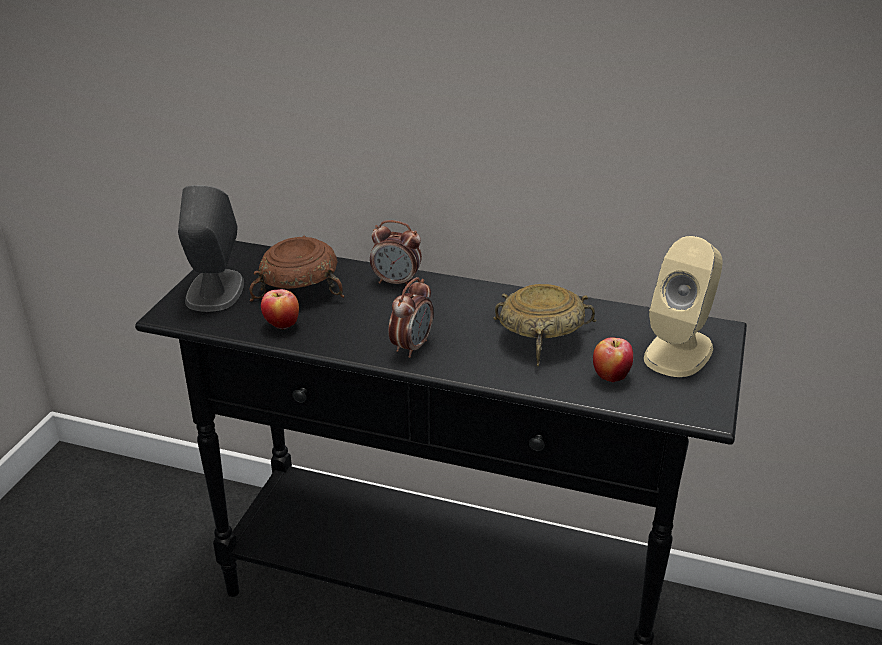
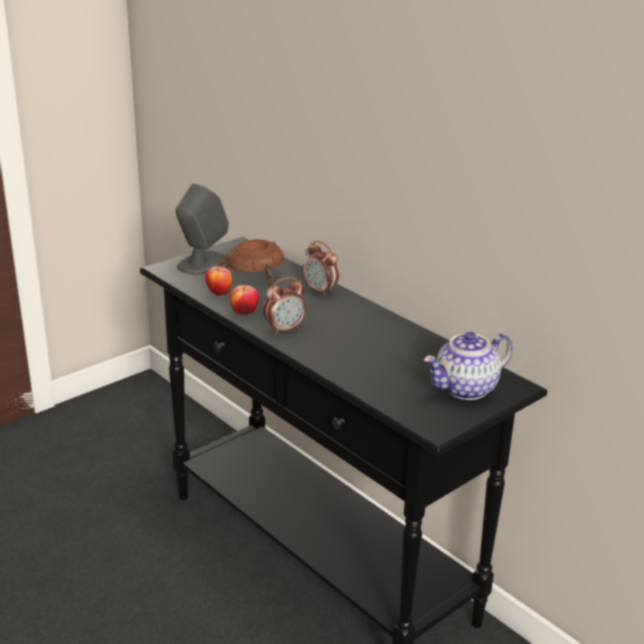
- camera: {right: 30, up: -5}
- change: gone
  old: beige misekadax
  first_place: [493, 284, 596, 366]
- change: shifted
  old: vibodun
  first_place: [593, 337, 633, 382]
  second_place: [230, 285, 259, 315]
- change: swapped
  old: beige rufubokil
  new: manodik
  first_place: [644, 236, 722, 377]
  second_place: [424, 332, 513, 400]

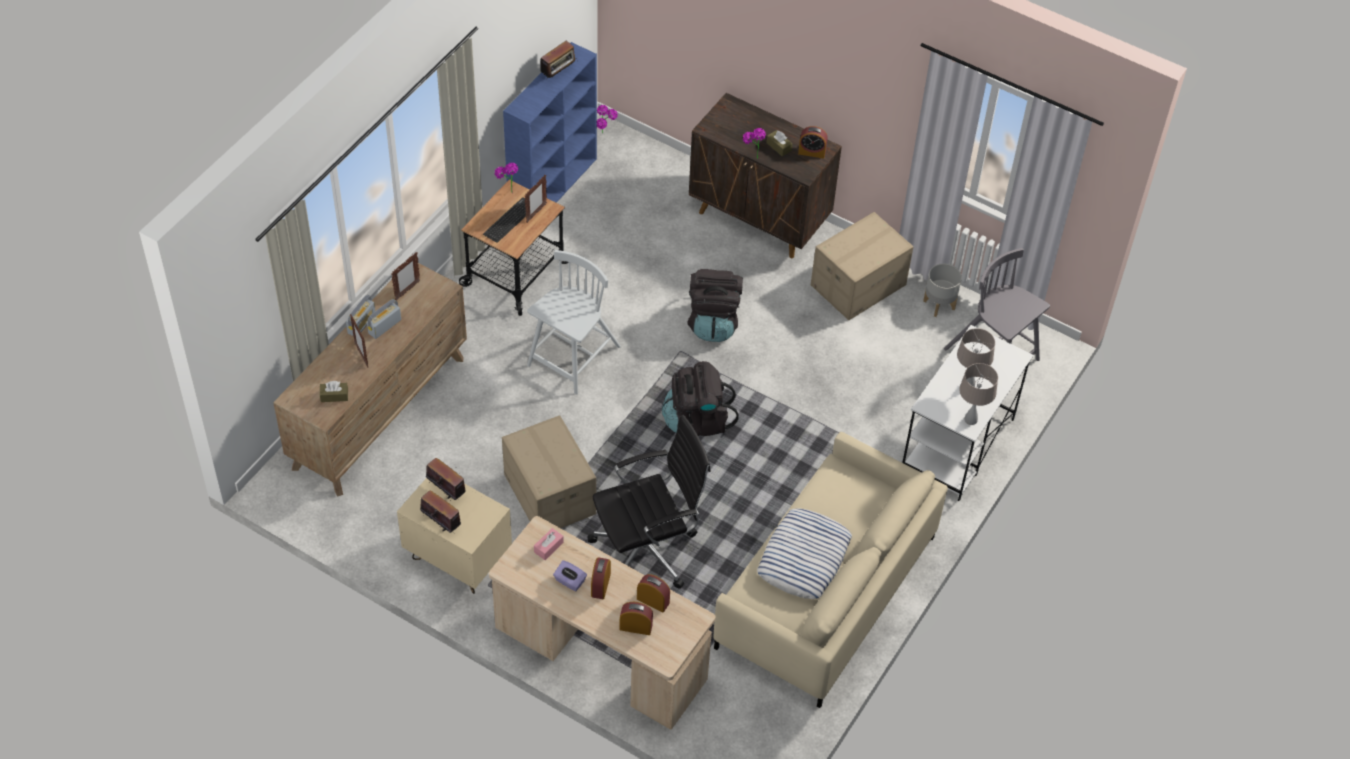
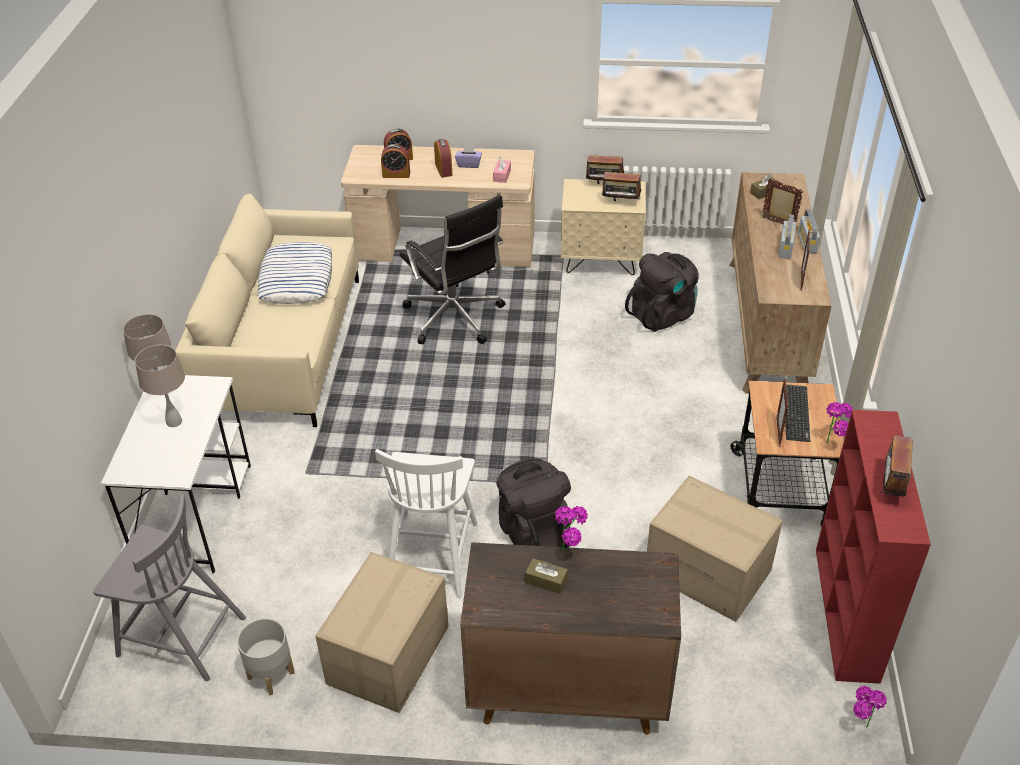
- camera: {right: 155, up: -10}
- change: gone
  old: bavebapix
  first_place: [798, 126, 828, 159]
- change: shifted
  old: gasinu
  first_place: [502, 415, 596, 528]
  second_place: [647, 476, 783, 622]
- change: shifted
  old: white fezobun
  first_place: [527, 250, 621, 395]
  second_place: [375, 449, 477, 598]
- change: shifted
  old: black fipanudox
  first_place: [662, 361, 739, 436]
  second_place: [625, 252, 699, 332]
- change: repainted
  old: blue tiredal
  new: red tiredal
  first_place: [503, 42, 597, 203]
  second_place: [816, 410, 931, 684]
- change: rotated
  old: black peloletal
  first_place: [588, 415, 711, 589]
  second_place: [400, 195, 506, 344]
  degrees: -75

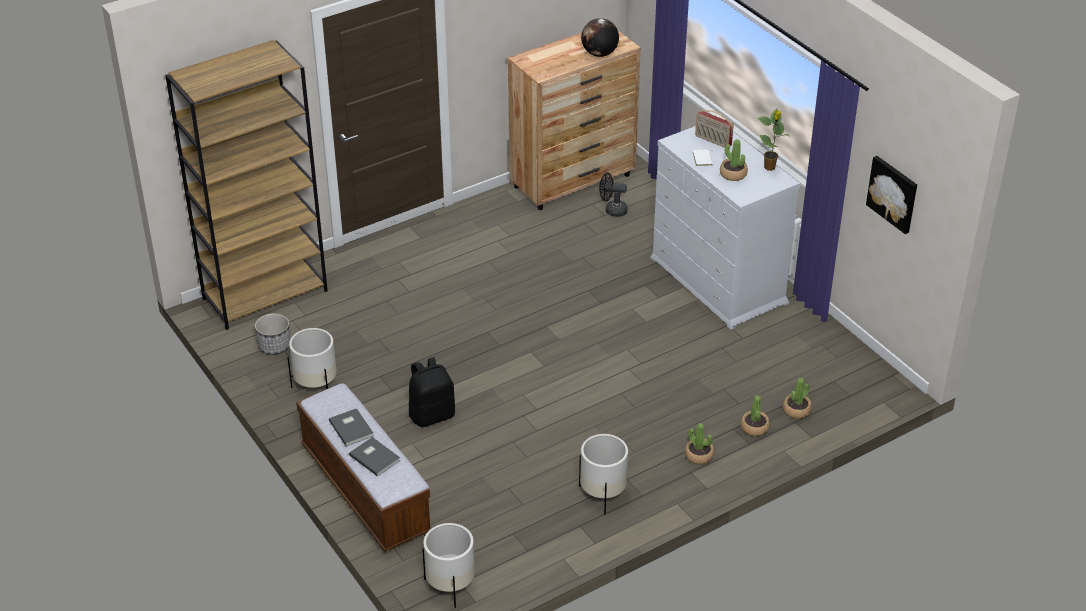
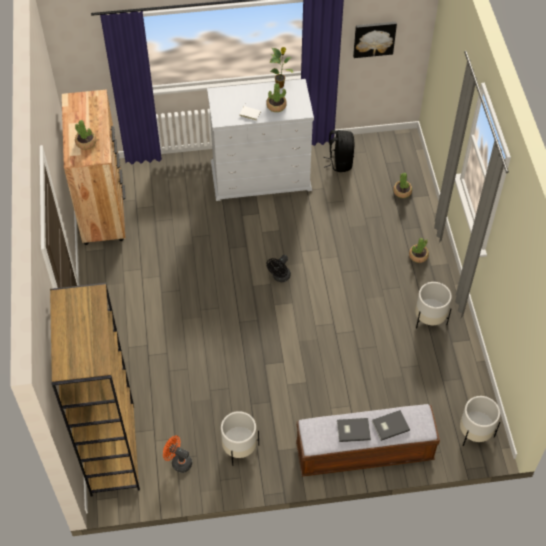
- camera: {right: -65, up: 15}
- change: gone
  old: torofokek
  first_place: [581, 18, 619, 57]
- change: gone
  old: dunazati
  first_place: [695, 110, 734, 148]
- change: shifted
  old: black fipanudox
  first_place: [409, 357, 455, 427]
  second_place: [323, 130, 355, 172]
- change: shifted
  old: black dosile
  first_place: [599, 172, 628, 217]
  second_place: [266, 255, 291, 282]
- change: shifted
  old: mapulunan
  first_place: [741, 395, 770, 437]
  second_place: [75, 120, 96, 150]
- change: swapped
  old: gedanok
  new: orange dosile
  first_place: [255, 313, 291, 355]
  second_place: [163, 435, 192, 473]

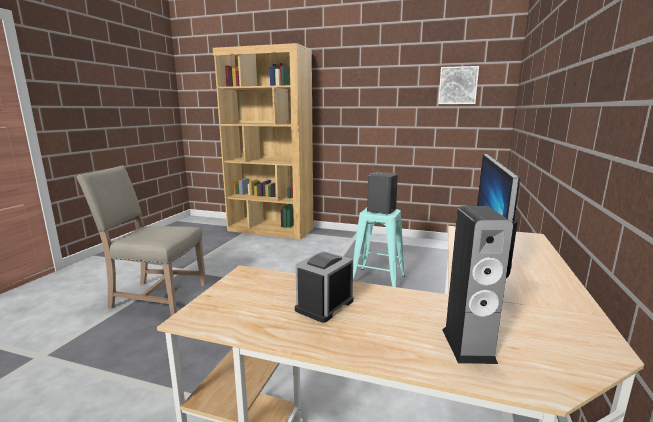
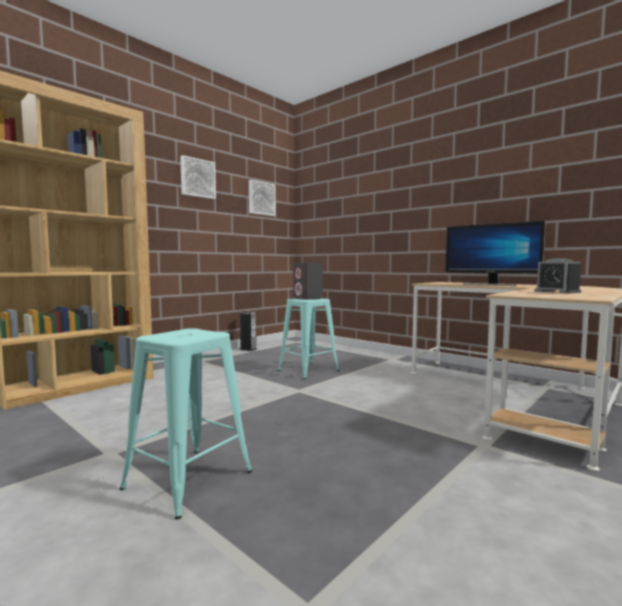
- camera: {right: -65, up: -10}
- change: new
  new: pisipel
  second_place: [180, 155, 216, 199]
- change: shifted
  old: rufubokil
  first_place: [442, 206, 513, 364]
  second_place: [240, 311, 257, 351]
- change: swapped
  old: beige fezobun
  new: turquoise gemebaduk
  first_place: [76, 165, 206, 316]
  second_place: [120, 328, 252, 519]

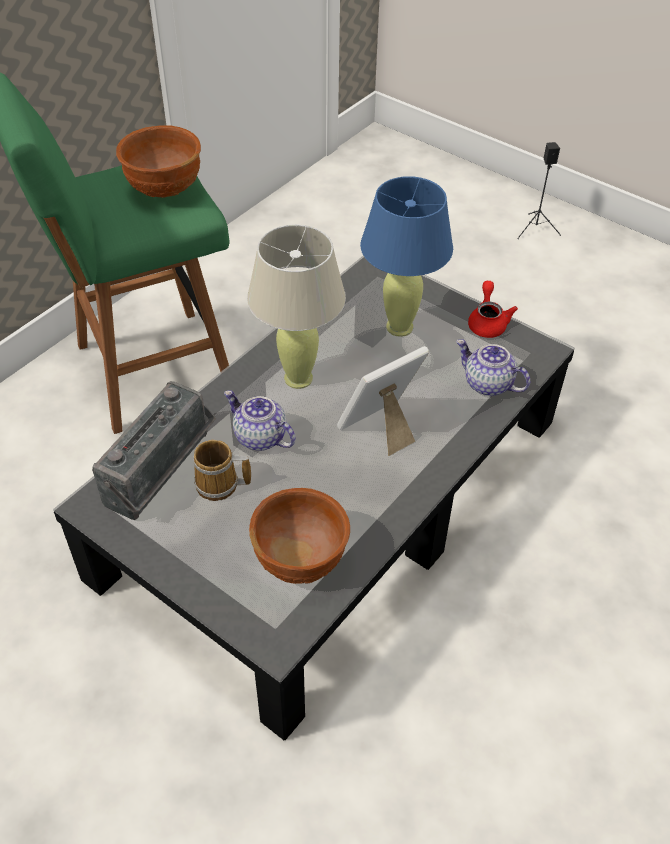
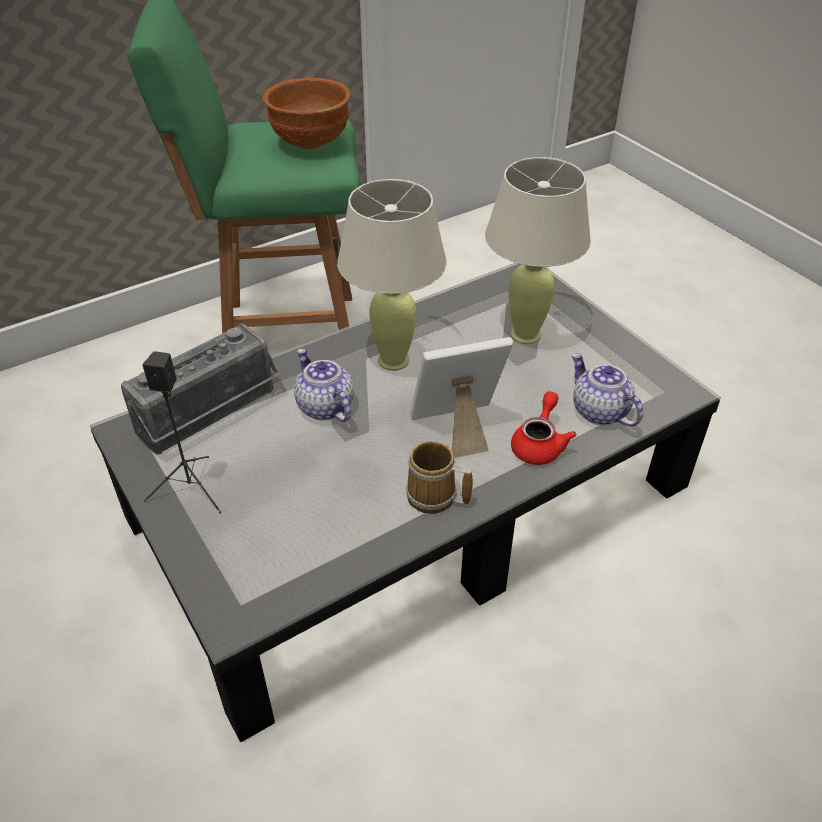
- camera: {right: 20, up: -5}
- change: gone
  old: brown misekadax
  first_place: [249, 488, 350, 584]
- change: shifted
  old: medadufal
  first_place: [193, 440, 251, 501]
  second_place: [406, 441, 473, 514]
- change: shifted
  old: red manodik
  first_place: [468, 281, 518, 338]
  second_place: [511, 391, 576, 465]
- change: shifted
  old: black rufubokil
  first_place: [517, 142, 561, 239]
  second_place: [142, 351, 222, 513]
- change: repainted
  old: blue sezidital
  new: beige sezidital
  first_place: [360, 176, 453, 337]
  second_place: [485, 157, 591, 344]

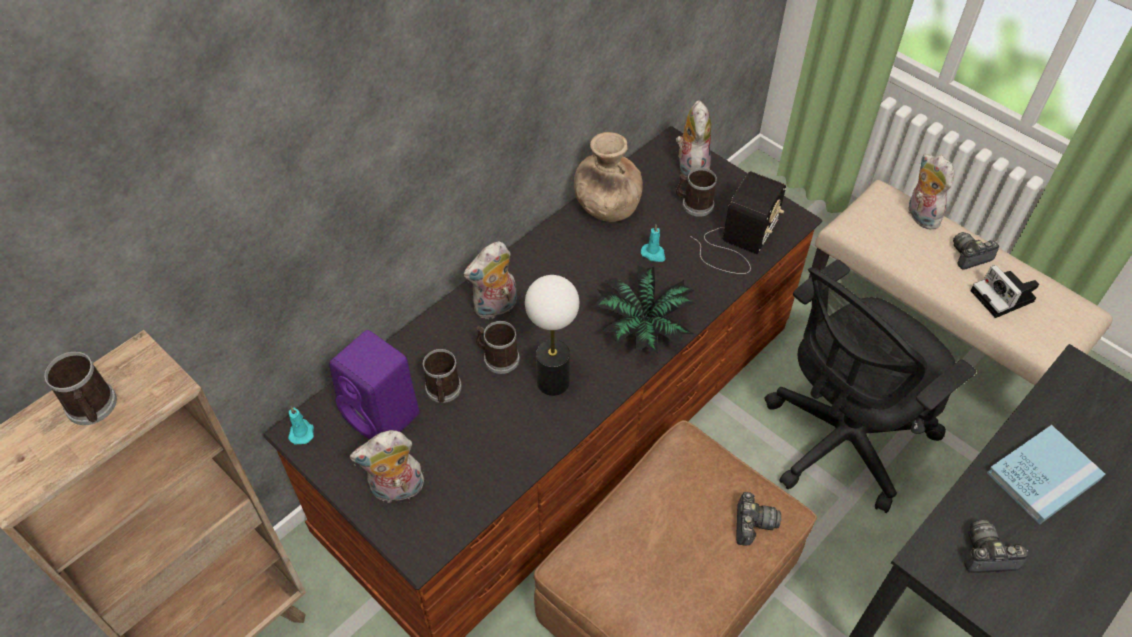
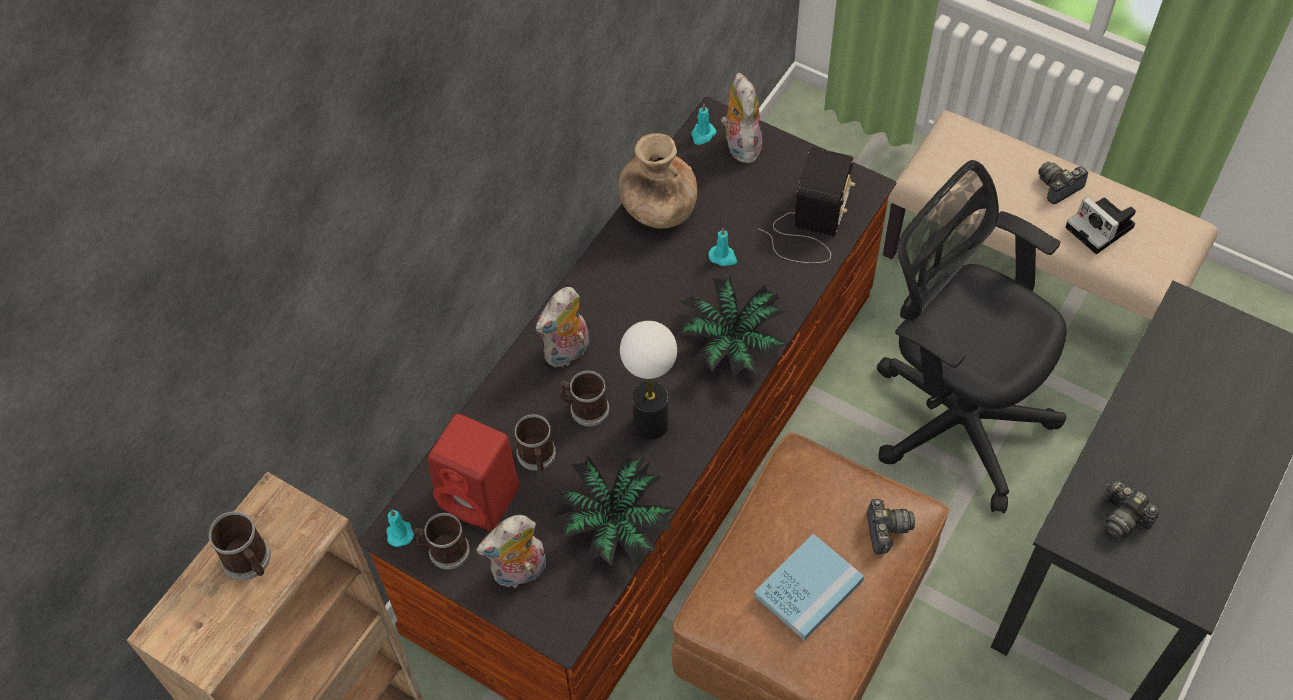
- camera: {right: -10, up: 5}
- change: gone
  old: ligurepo
  first_place: [908, 154, 954, 229]
- change: new
  new: mapulunan
  second_place: [548, 452, 676, 566]
- change: new
  new: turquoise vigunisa
  second_place: [691, 104, 716, 145]
- change: shifted
  old: medadufal
  first_place: [676, 168, 717, 217]
  second_place: [414, 513, 470, 570]
- change: shifted
  old: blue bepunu
  first_place: [987, 425, 1105, 525]
  second_place: [754, 534, 864, 641]
- change: repainted
  old: purple rufubokil
  new: red rufubokil
  first_place: [329, 330, 420, 439]
  second_place: [428, 414, 520, 531]
- change: rotated
  old: black peloletal
  first_place: [765, 260, 976, 513]
  second_place: [877, 160, 1066, 513]
  degrees: 90
- change: rotated
  old: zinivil
  first_place: [964, 520, 1028, 573]
  second_place: [1103, 480, 1159, 540]
  degrees: -120

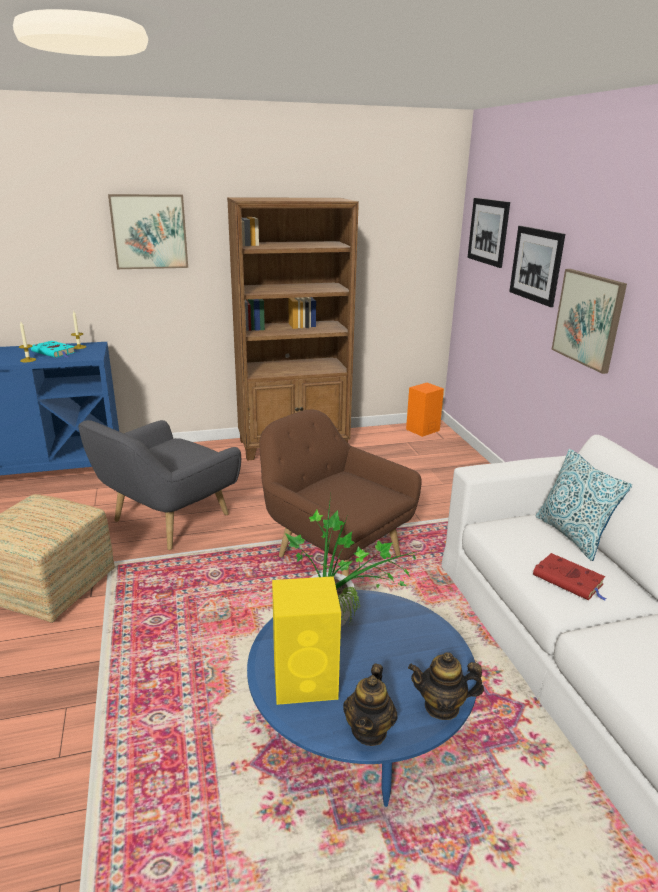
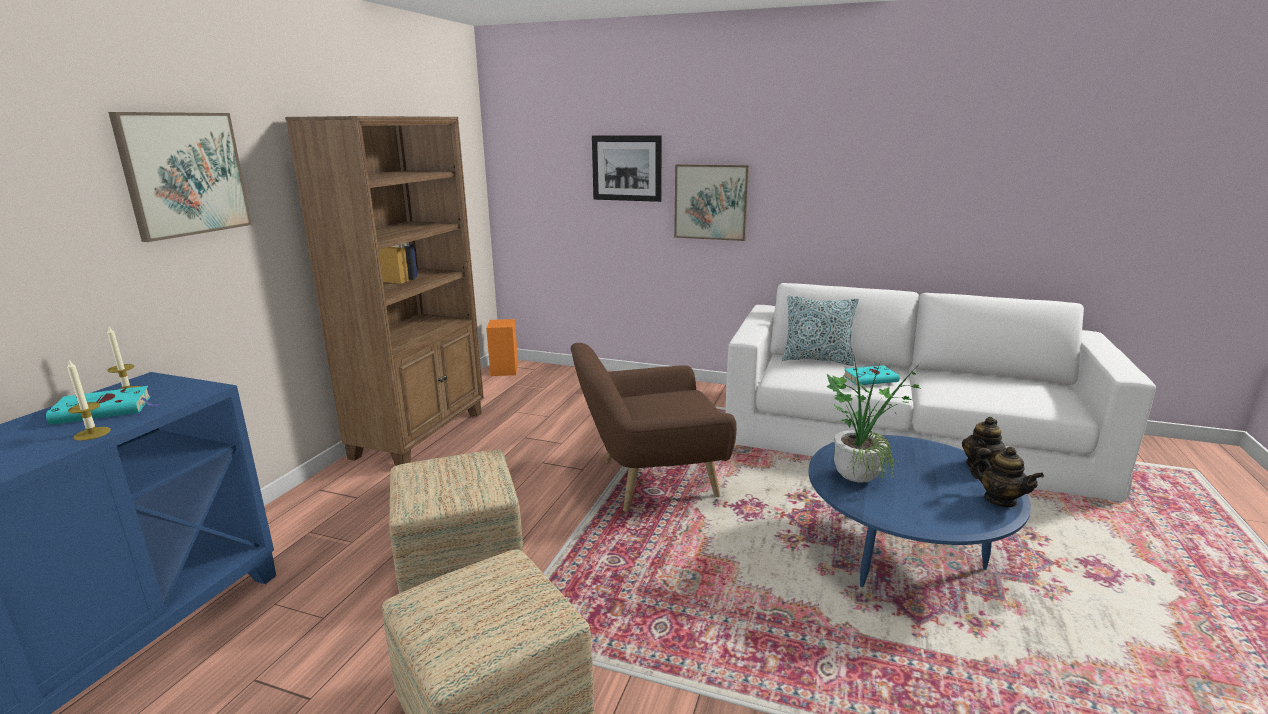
- camera: {right: -55, up: -5}
- change: gone
  old: yellow rufubokil
  first_place: [272, 576, 341, 705]
- change: gone
  old: pisipel
  first_place: [467, 198, 510, 268]
- change: swapped
  old: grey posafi
  new: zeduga
  first_place: [78, 420, 241, 550]
  second_place: [389, 450, 524, 594]
- change: repainted
  old: red bepunu
  new: turquoise bepunu
  first_place: [533, 553, 607, 601]
  second_place: [843, 365, 900, 386]

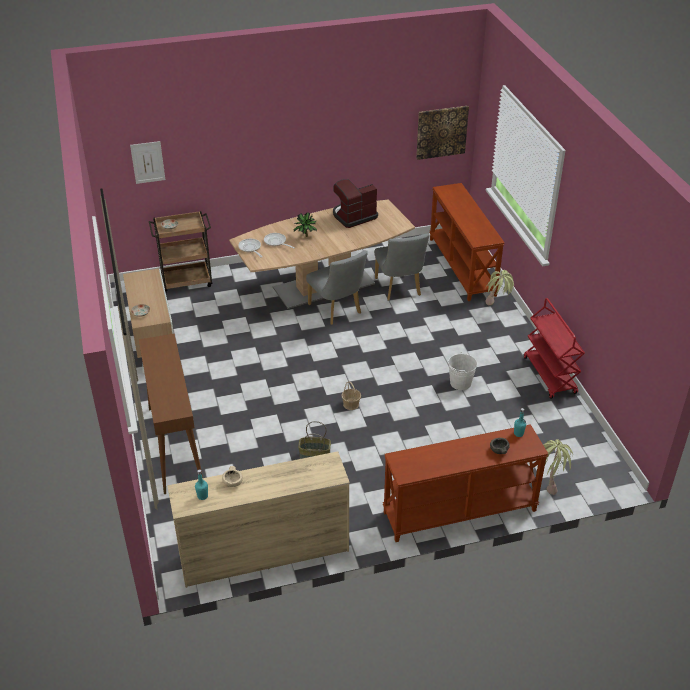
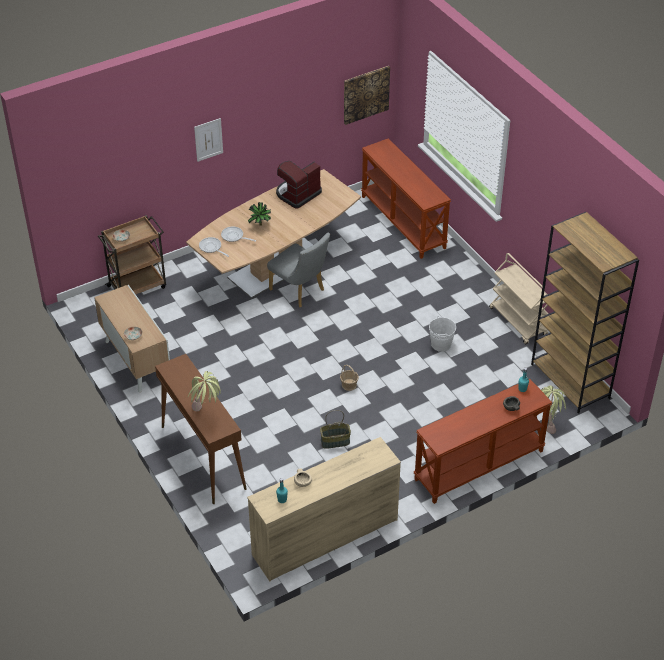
- camera: {right: -15, up: 5}
- change: gone
  old: grey fezobun
  first_place: [374, 233, 429, 301]
- change: new
  new: brown tiredal
  second_place: [531, 212, 639, 414]
- change: shifted
  old: pisipel
  first_place: [130, 141, 165, 184]
  second_place: [194, 118, 223, 162]
- change: shifted
  old: mapulunan
  first_place: [485, 270, 514, 306]
  second_place: [188, 371, 221, 411]
- change: repainted
  old: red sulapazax
  new: beige sulapazax
  first_place: [523, 298, 585, 399]
  second_place: [489, 253, 548, 345]

